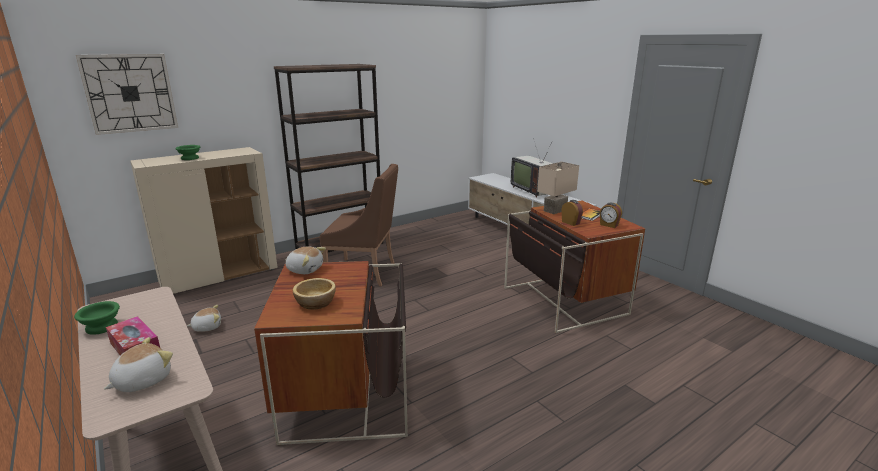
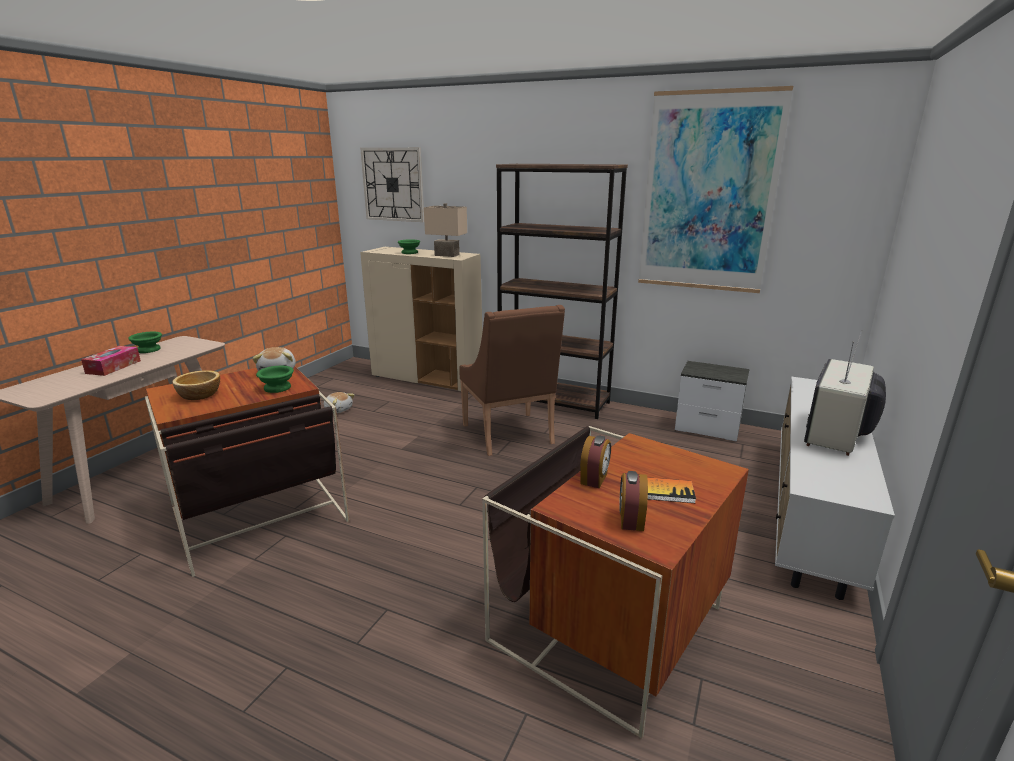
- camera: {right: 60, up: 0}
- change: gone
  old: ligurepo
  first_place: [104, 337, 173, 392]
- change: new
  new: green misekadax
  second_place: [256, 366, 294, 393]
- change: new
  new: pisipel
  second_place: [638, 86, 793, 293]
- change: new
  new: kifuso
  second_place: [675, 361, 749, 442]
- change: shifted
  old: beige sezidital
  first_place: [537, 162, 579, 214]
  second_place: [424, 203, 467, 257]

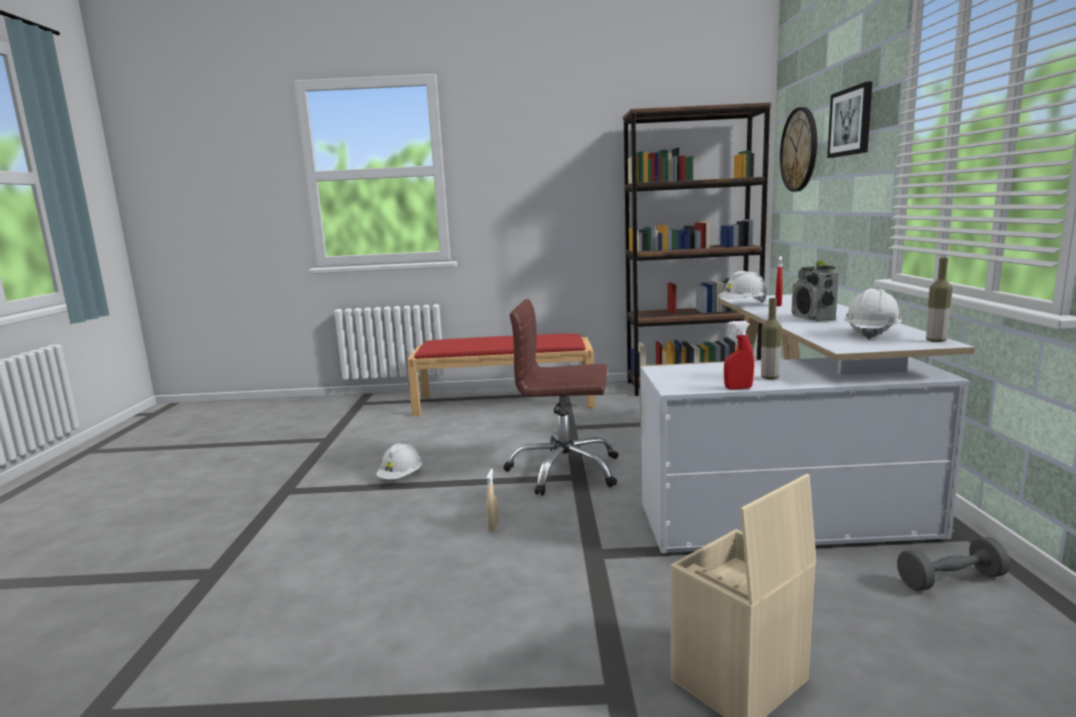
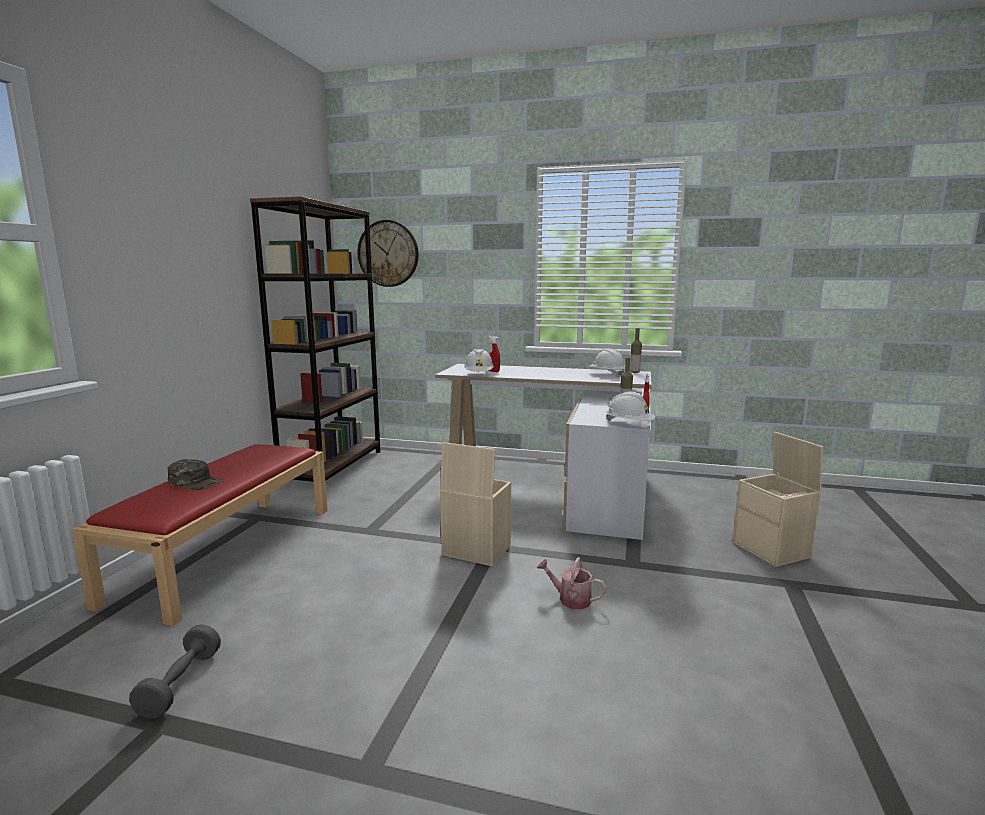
- camera: {right: -75, up: 0}
- change: gone
  old: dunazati
  first_place: [792, 261, 839, 321]
- change: gone
  old: pisipel
  first_place: [827, 81, 872, 158]
- change: new
  new: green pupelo
  second_place: [168, 459, 225, 490]
- change: shifted
  old: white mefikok
  first_place: [376, 443, 422, 479]
  second_place: [606, 392, 655, 421]
- change: shifted
  old: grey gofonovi
  first_place: [897, 537, 1010, 591]
  second_place: [129, 624, 221, 719]
- change: swapped
  old: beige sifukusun
  new: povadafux
  first_place: [486, 469, 499, 531]
  second_place: [537, 557, 607, 610]
- change: swapped
  old: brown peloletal
  new: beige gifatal
  first_place: [503, 299, 618, 496]
  second_place: [440, 442, 511, 566]

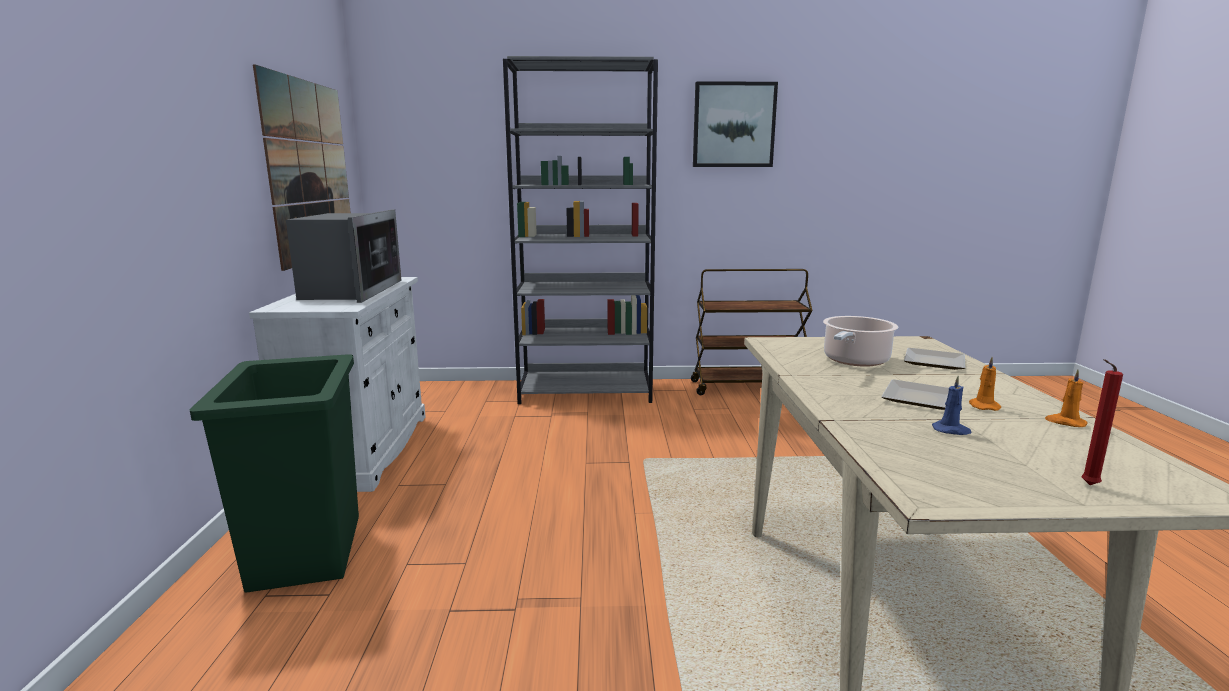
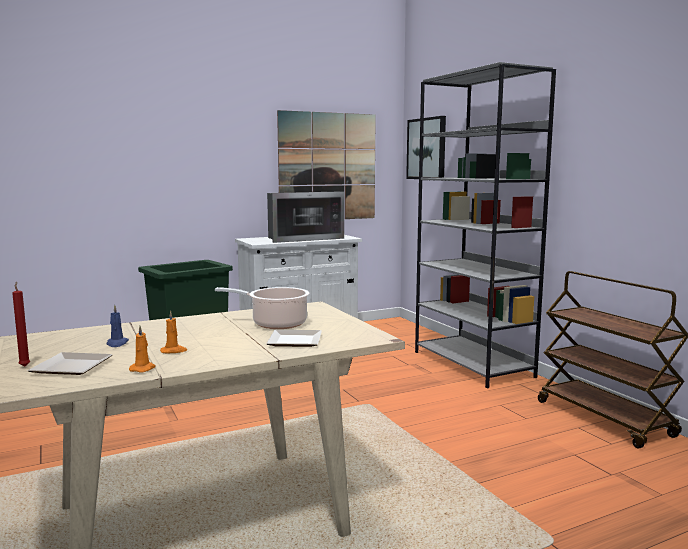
- camera: {right: 65, up: -5}
- change: shifted
  old: pisipel
  first_place: [693, 81, 778, 167]
  second_place: [406, 116, 446, 179]
- change: shifted
  old: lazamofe
  first_place: [881, 379, 949, 410]
  second_place: [27, 352, 112, 375]

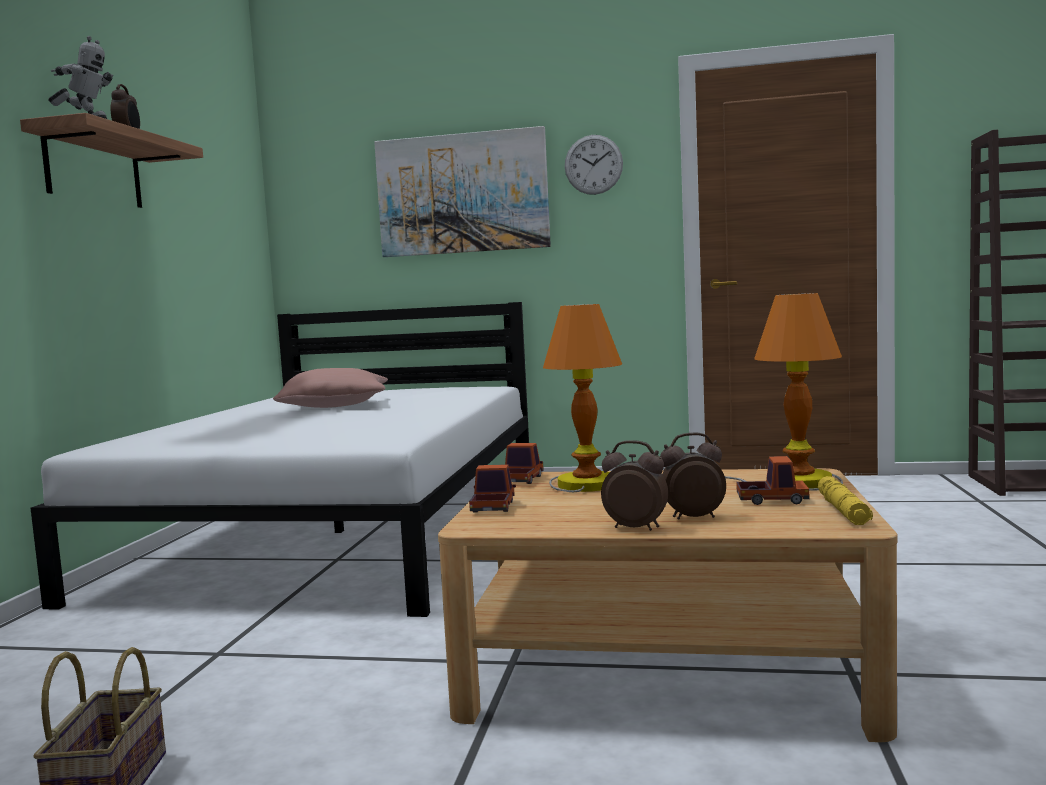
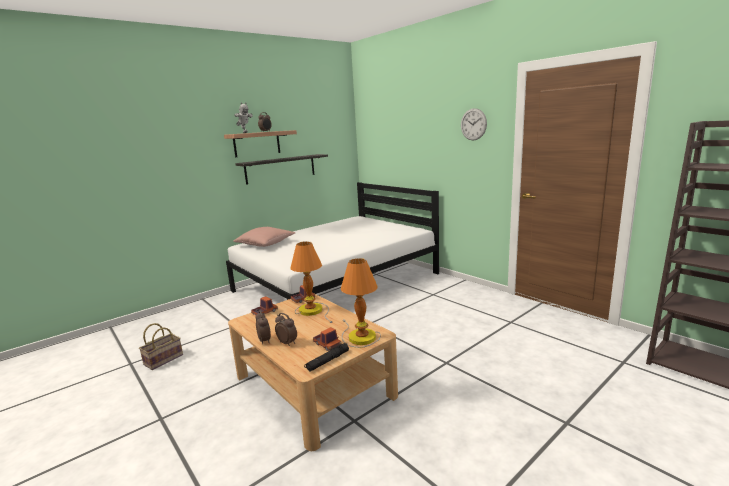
- camera: {right: 40, up: 10}
- change: gone
  old: pisipel
  first_place: [374, 126, 551, 257]
- change: new
  new: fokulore
  second_place: [235, 154, 328, 185]
- change: shifted
  old: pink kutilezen
  first_place: [273, 368, 388, 408]
  second_place: [233, 227, 295, 247]
- change: repainted
  old: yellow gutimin
  new: black gutimin
  first_place: [818, 476, 873, 525]
  second_place: [304, 343, 349, 371]

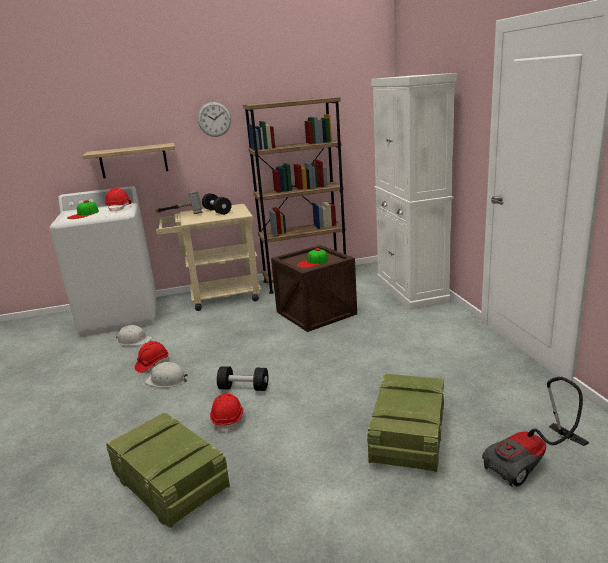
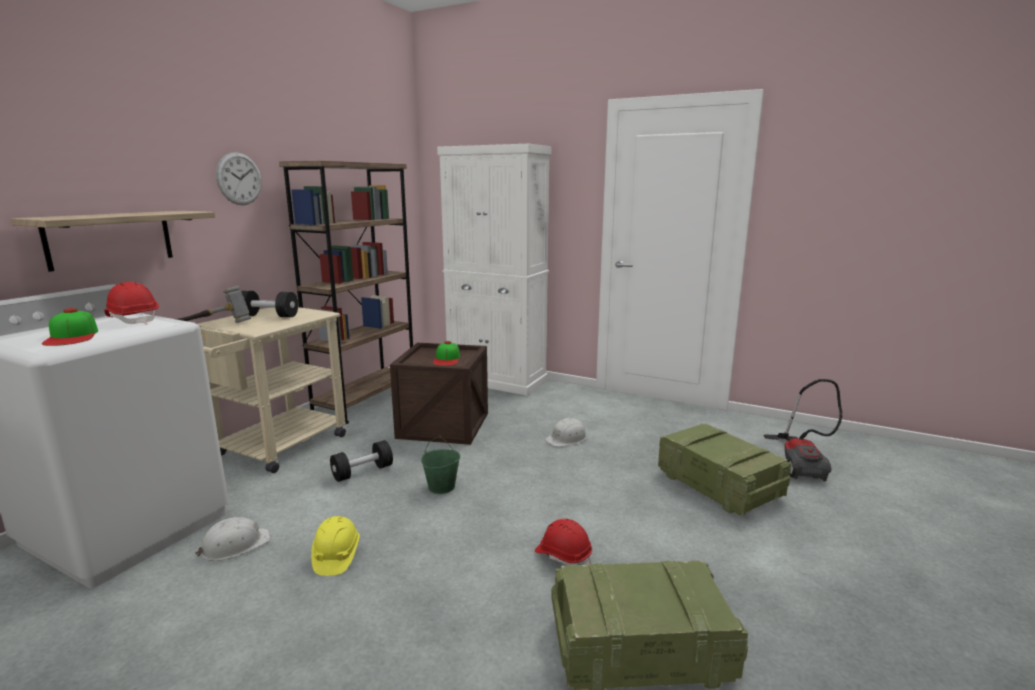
- camera: {right: -50, up: -5}
- change: new
  new: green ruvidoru
  second_place: [421, 436, 460, 494]
- change: shifted
  old: white mefikok
  first_place: [145, 362, 188, 388]
  second_place: [545, 418, 587, 447]
- change: shifted
  old: black gofonovi
  first_place: [217, 366, 268, 391]
  second_place: [330, 440, 393, 482]
- change: repainted
  old: red mefikok
  new: yellow mefikok
  first_place: [135, 341, 169, 373]
  second_place: [311, 516, 360, 576]

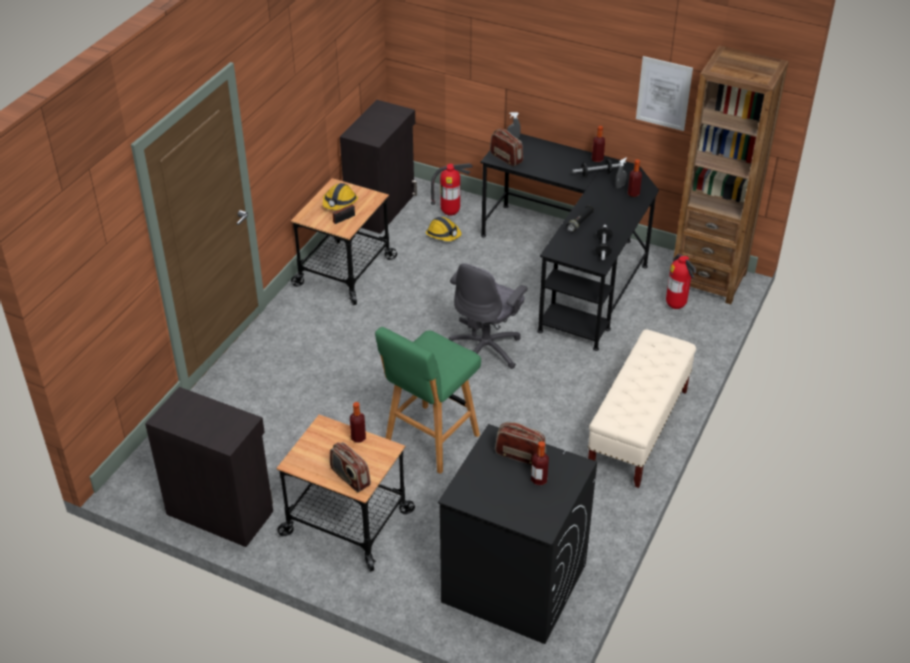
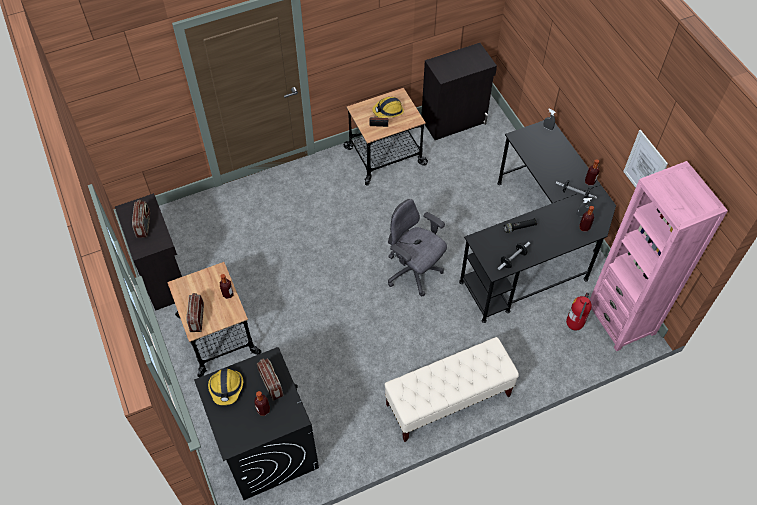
- camera: {right: 40, up: 15}
- change: gone
  old: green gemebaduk
  first_place: [375, 327, 481, 474]
- change: gone
  old: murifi
  first_place: [431, 163, 473, 216]
- change: shifted
  old: mefikok
  first_place: [426, 217, 461, 241]
  second_place: [208, 368, 243, 405]
- change: shifted
  old: dunazati
  first_place: [490, 129, 523, 167]
  second_place: [132, 200, 150, 238]
- change: repainted
  old: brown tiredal
  new: pink tiredal
  first_place: [673, 46, 789, 304]
  second_place: [590, 161, 728, 351]
- change: rotated
  old: grey peloletal
  first_place: [449, 263, 528, 369]
  second_place: [388, 199, 447, 296]
  degrees: 60

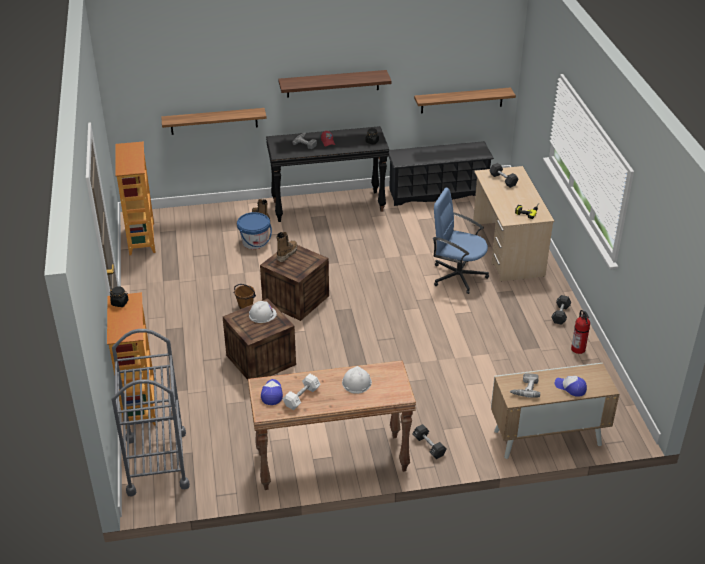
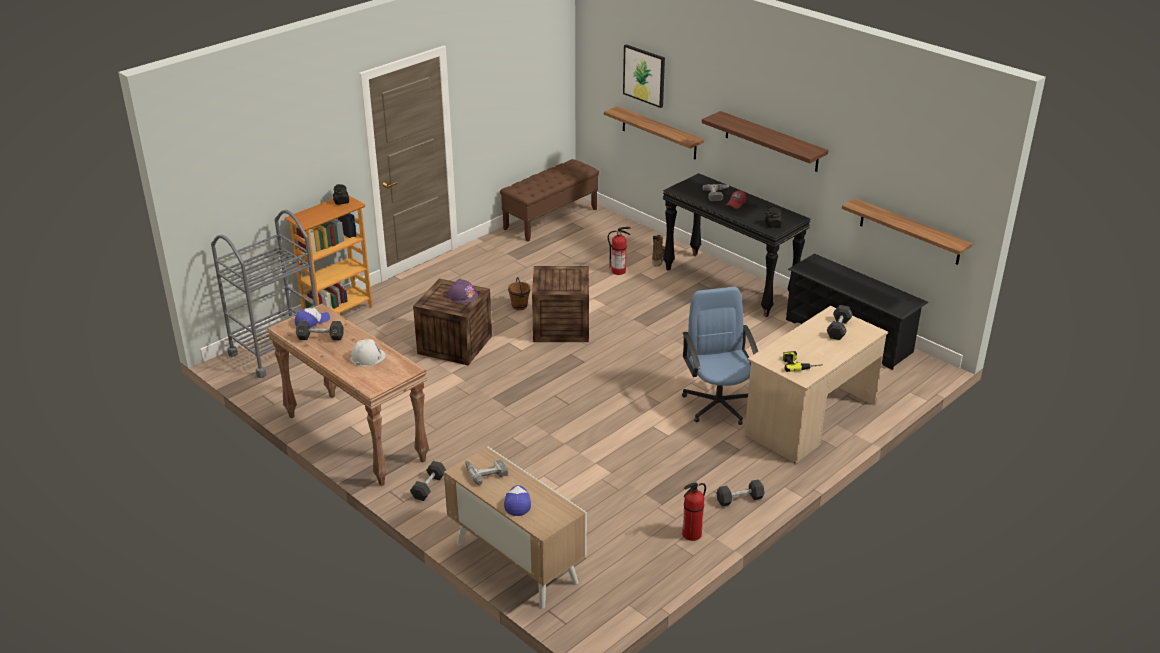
- camera: {right: 55, up: -5}
- change: gone
  old: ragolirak
  first_place: [277, 232, 297, 262]
- change: new
  new: pisipel
  second_place: [623, 44, 665, 108]
- change: swapped
  old: tiredal
  new: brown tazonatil
  first_place: [115, 141, 156, 255]
  second_place: [500, 159, 599, 242]
- change: swapped
  old: blue ruvidoru
  new: murifi
  first_place: [237, 212, 272, 249]
  second_place: [608, 227, 631, 275]
- change: repainted
  old: white mefikok
  new: purple mefikok
  first_place: [249, 301, 277, 323]
  second_place: [448, 279, 478, 303]
- change: repainted
  old: white gofonovi
  new: black gofonovi
  first_place: [283, 374, 321, 410]
  second_place: [296, 321, 343, 341]

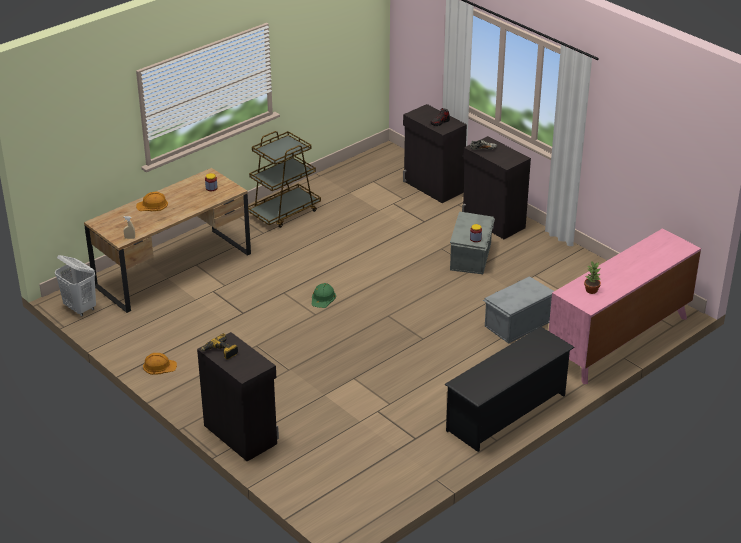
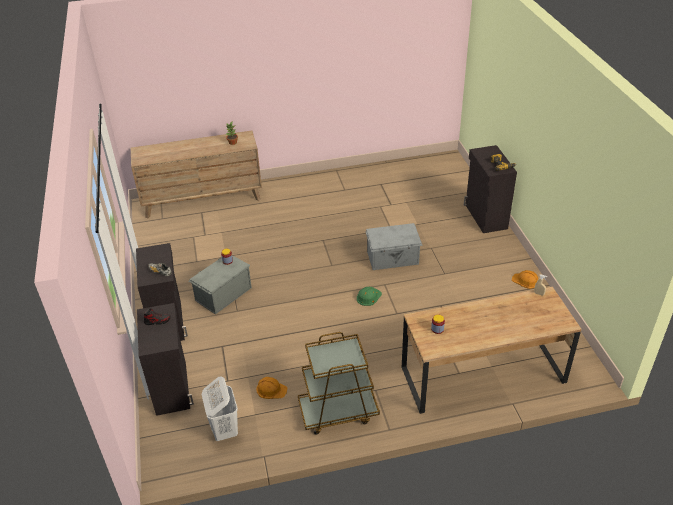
- camera: {right: -150, up: 5}
- change: gone
  old: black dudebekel
  first_place: [444, 327, 575, 452]
- change: shifted
  old: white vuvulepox
  first_place: [55, 255, 96, 316]
  second_place: [202, 377, 238, 441]
- change: shifted
  old: orange mefikok
  first_place: [136, 192, 168, 211]
  second_place: [256, 377, 287, 399]
- change: shifted
  old: grey gifatal
  first_place: [483, 276, 554, 344]
  second_place: [365, 223, 423, 270]
- change: repainted
  old: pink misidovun
  new: brown misidovun
  first_place: [549, 228, 701, 384]
  second_place: [131, 131, 262, 219]

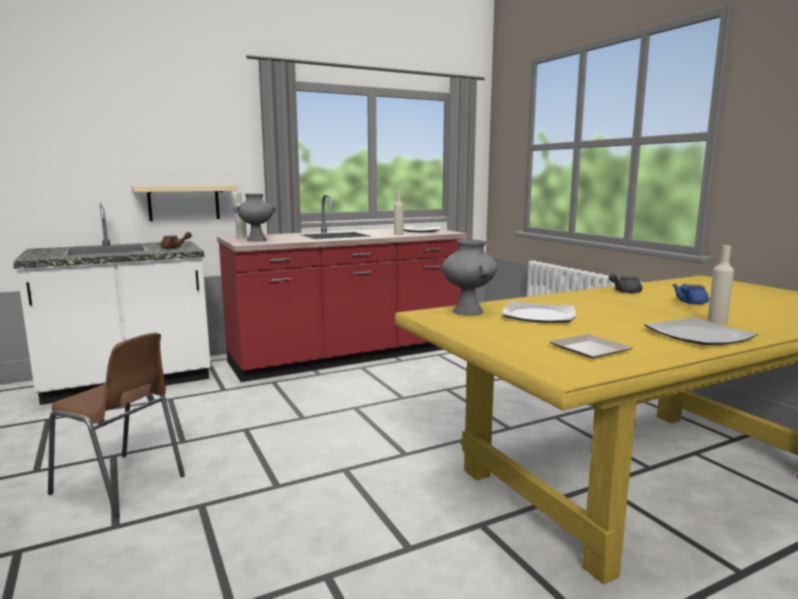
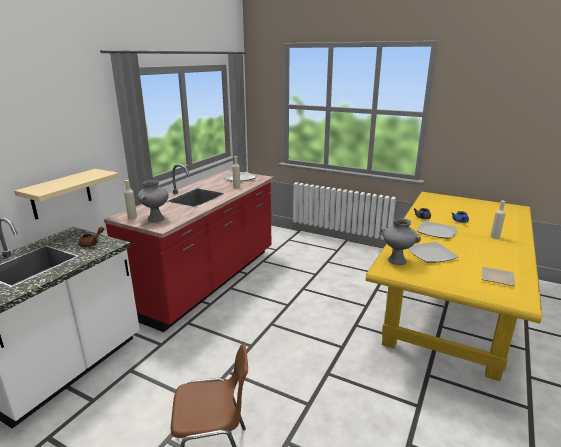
- camera: {right: -35, up: 10}
- change: shifted
  old: lazamofe
  first_place: [644, 317, 758, 345]
  second_place: [417, 221, 457, 239]

